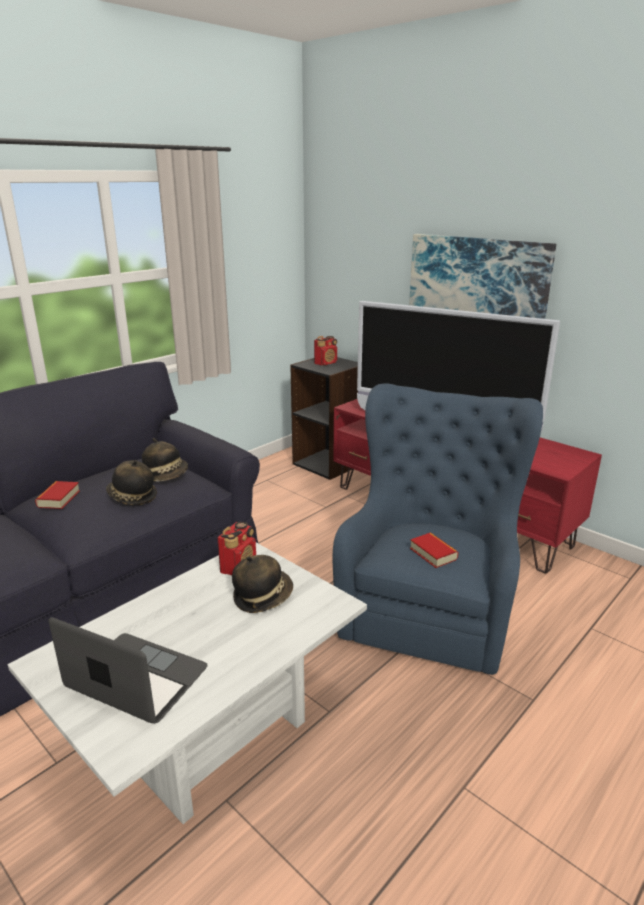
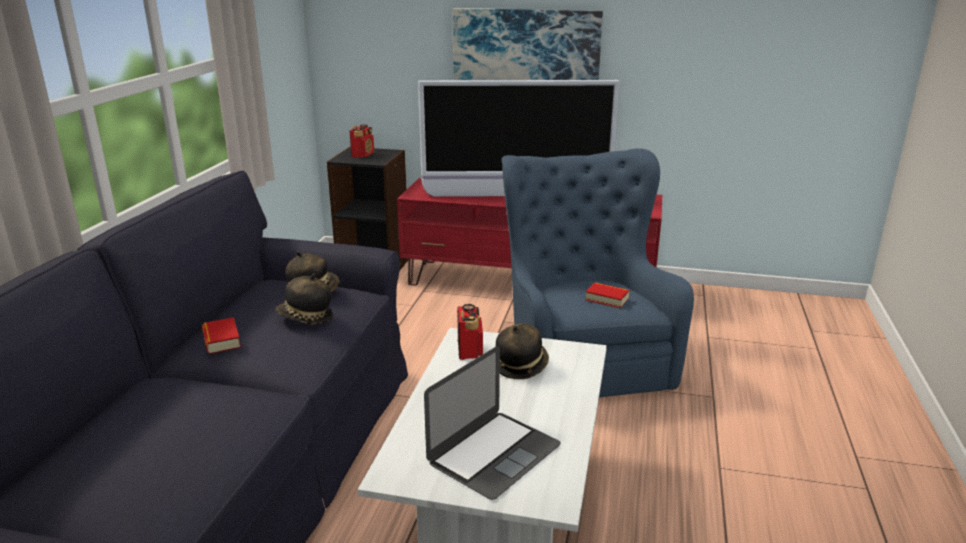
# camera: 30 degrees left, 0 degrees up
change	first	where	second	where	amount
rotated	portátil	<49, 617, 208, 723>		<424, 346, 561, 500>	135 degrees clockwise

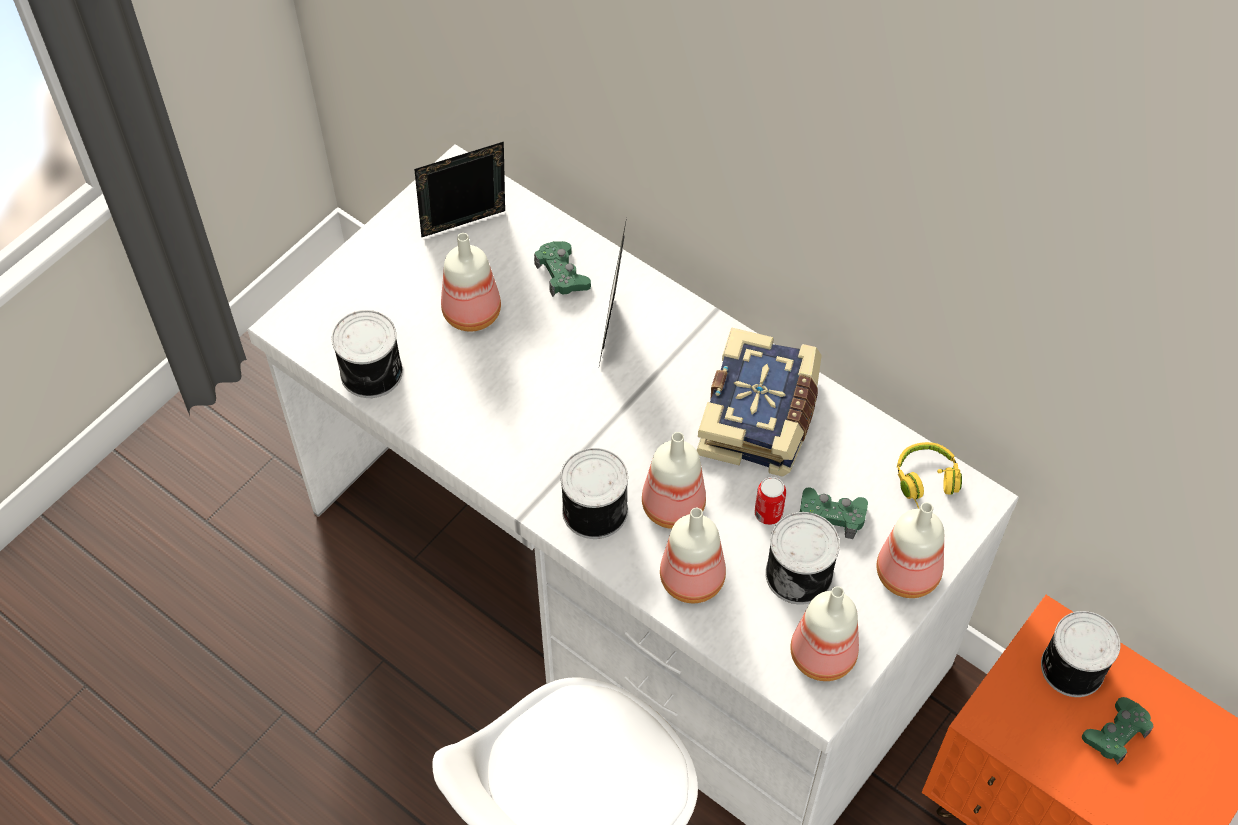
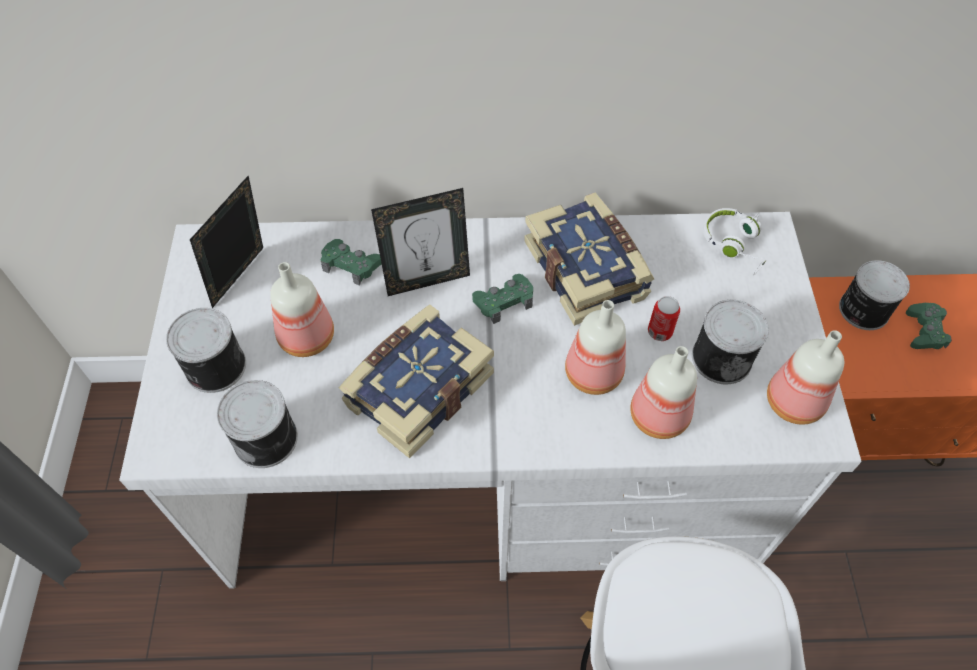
# camera: 40 degrees left, 0 degrees up
change	first	where	second	where	amount
shifted	lata	<560, 448, 628, 539>		<166, 308, 246, 393>	
new			libro	<338, 304, 494, 459>	
rotated	portarretratos	<599, 218, 627, 365>		<371, 188, 470, 296>	75 degrees counterclockwise
shifted	mando de consola/verde	<800, 487, 868, 539>		<472, 274, 533, 324>	
repainted	auriculares/amarillo	<897, 442, 962, 509>	auriculares/blanco	<703, 208, 766, 275>	
gone	botella	<877, 502, 944, 598>			

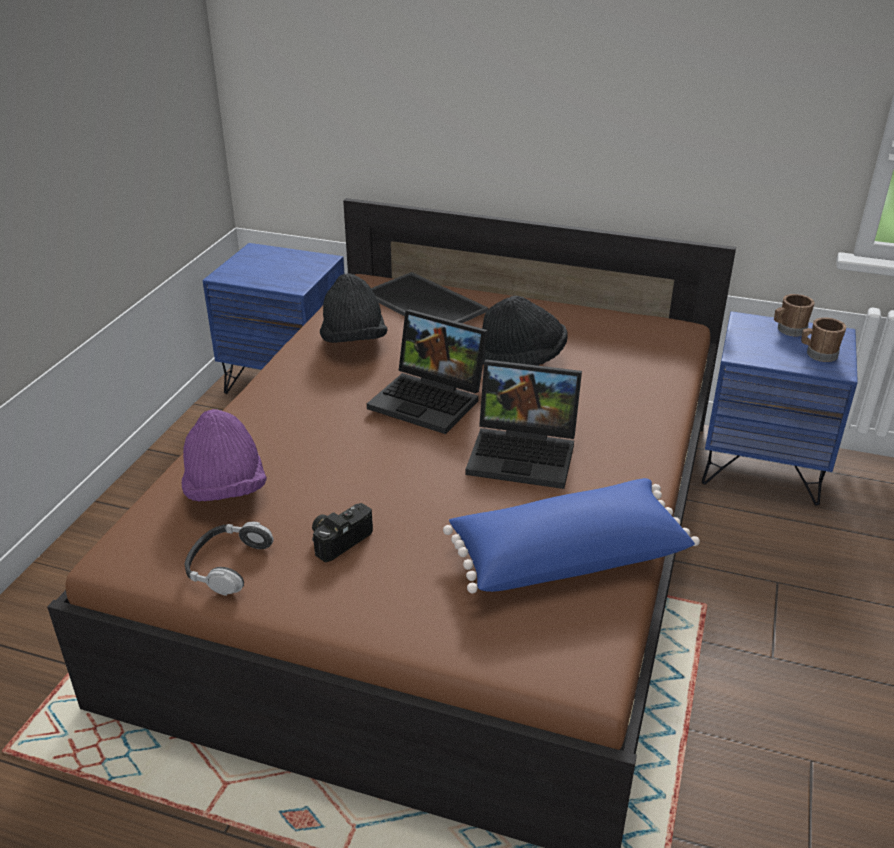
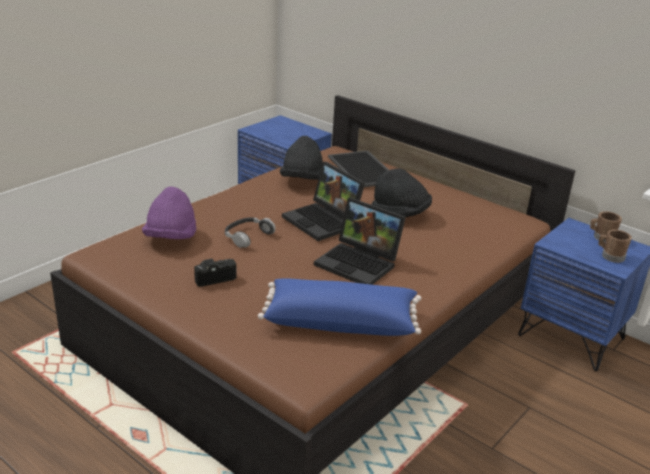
# camera: 20 degrees right, 5 degrees down
change	first	where	second	where	amount
shifted	auriculares	<185, 521, 274, 596>		<225, 217, 276, 248>	

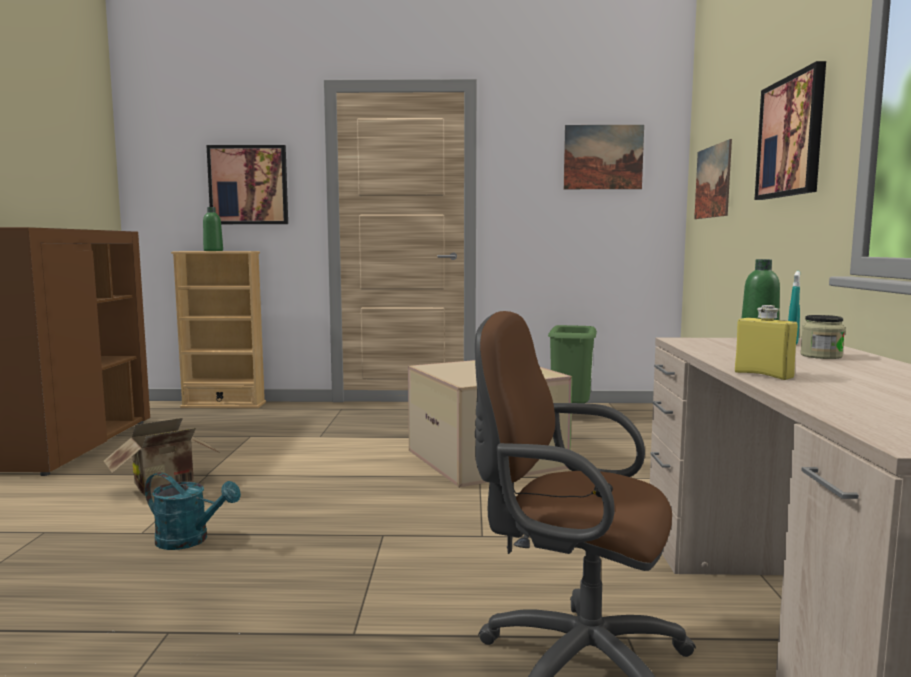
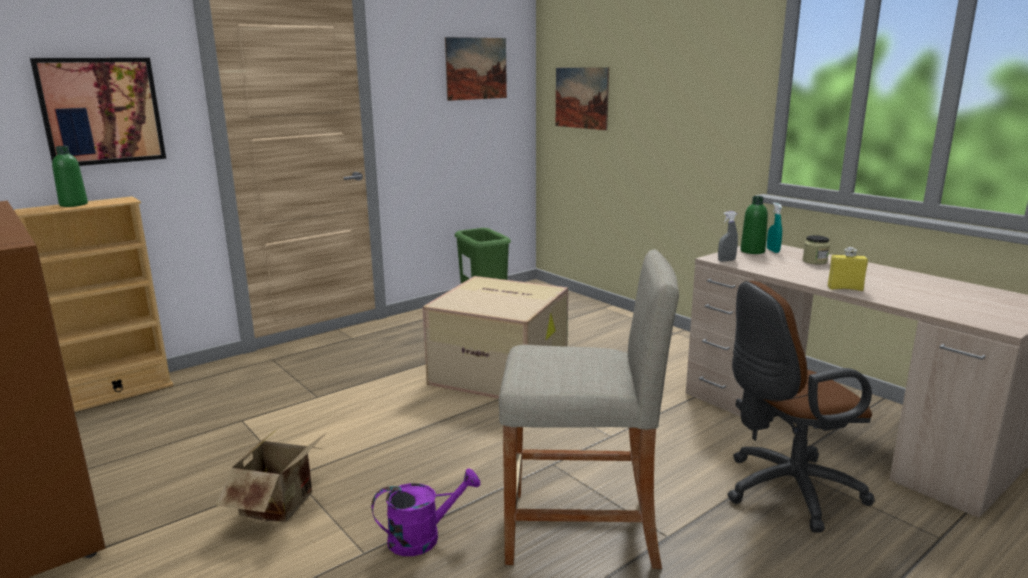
# camera: 40 degrees left, 10 degrees up
change	first	where	second	where	amount
repainted	regadera/turquesa	<145, 472, 241, 550>	regadera/morado	<372, 468, 480, 556>	
new			taburete/beis	<499, 249, 679, 569>	
new			pulverizador/gris	<718, 211, 738, 262>	
gone	cuadro	<755, 61, 826, 200>			

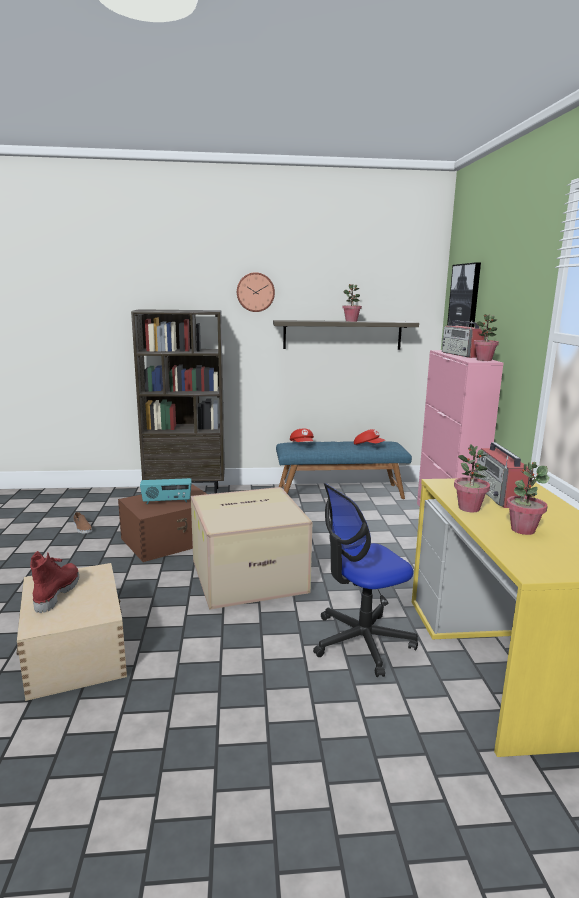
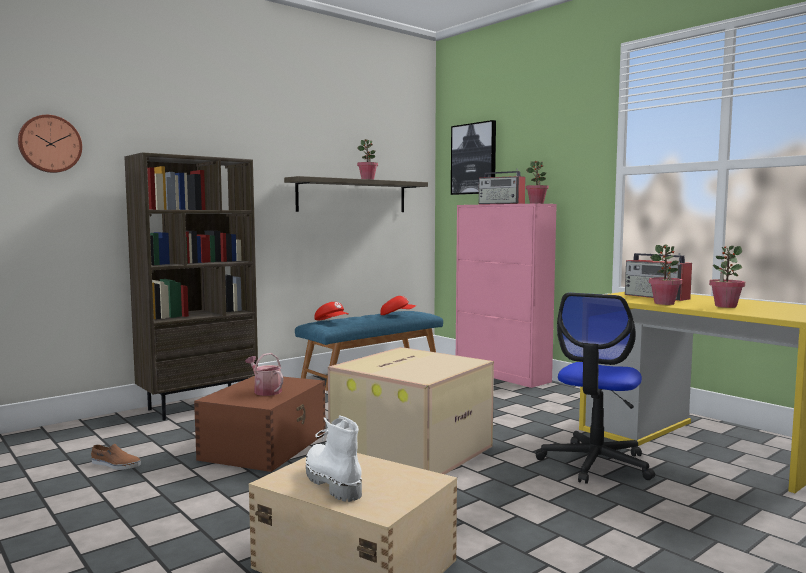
# camera: 35 degrees left, 10 degrees down
change	first	where	second	where	amount
shifted	reloj de pared	<237, 272, 275, 312>		<18, 115, 82, 173>	
swapped	radio	<140, 478, 192, 504>	regadera	<245, 353, 283, 396>	
repainted	bota/rojo	<30, 551, 79, 613>	bota/blanco	<306, 415, 362, 502>	

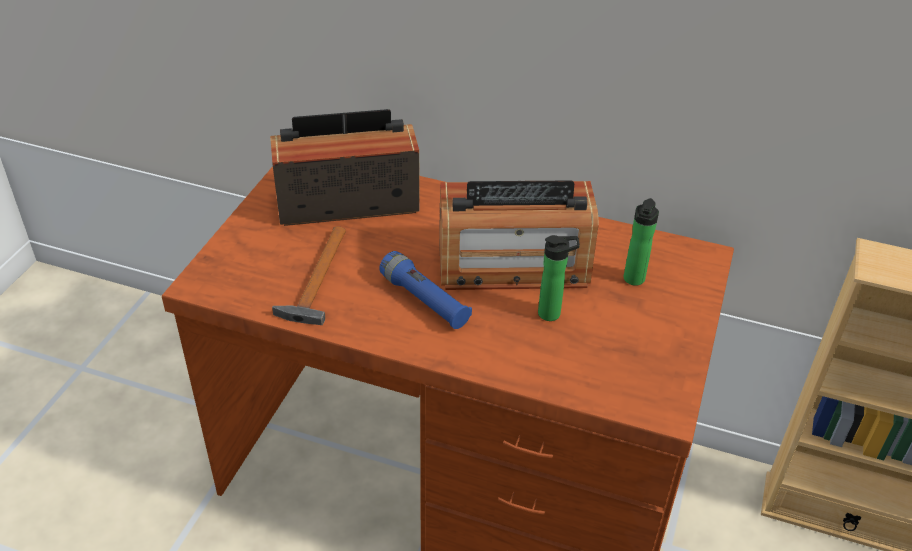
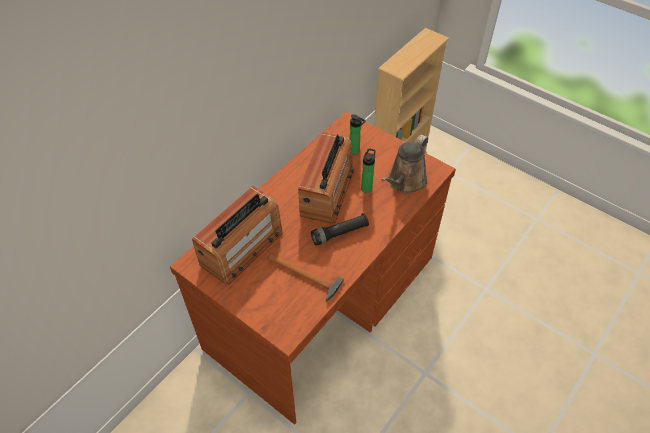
# camera: 70 degrees left, 10 degrees up
change	first	where	second	where	amount
rotated	radio	<270, 109, 420, 226>		<192, 186, 283, 285>	150 degrees counterclockwise
repainted	linterna/azul	<379, 251, 472, 329>	linterna/negro	<311, 213, 369, 245>	
new			regadera/marrón	<381, 135, 428, 194>	

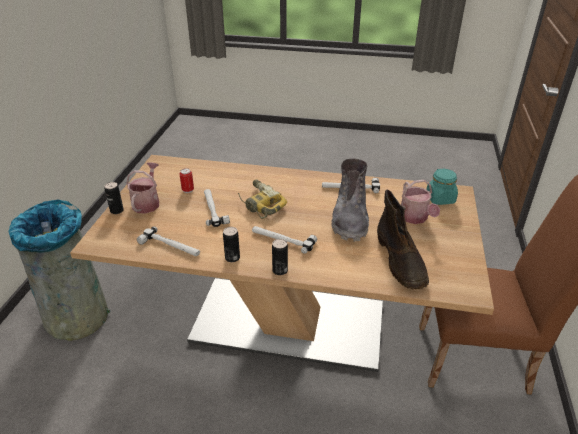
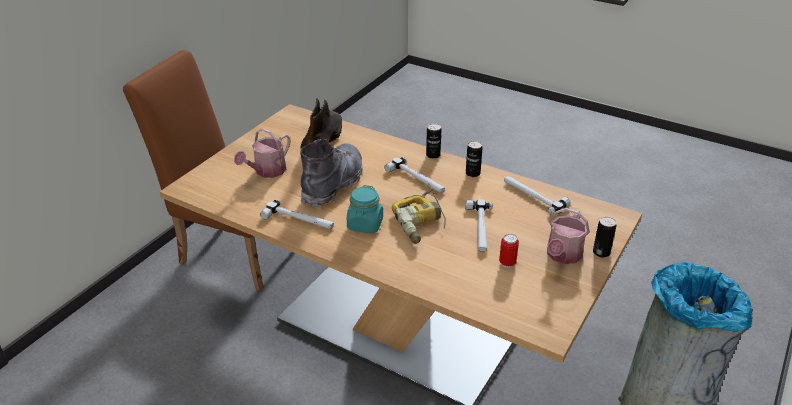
# camera: 160 degrees left, 0 degrees up
change	first	where	second	where	amount
rotated	regadera	<401, 179, 440, 224>		<234, 128, 290, 178>	150 degrees counterclockwise
shifted	tarro/turquesa	<426, 169, 458, 205>		<347, 185, 383, 233>	

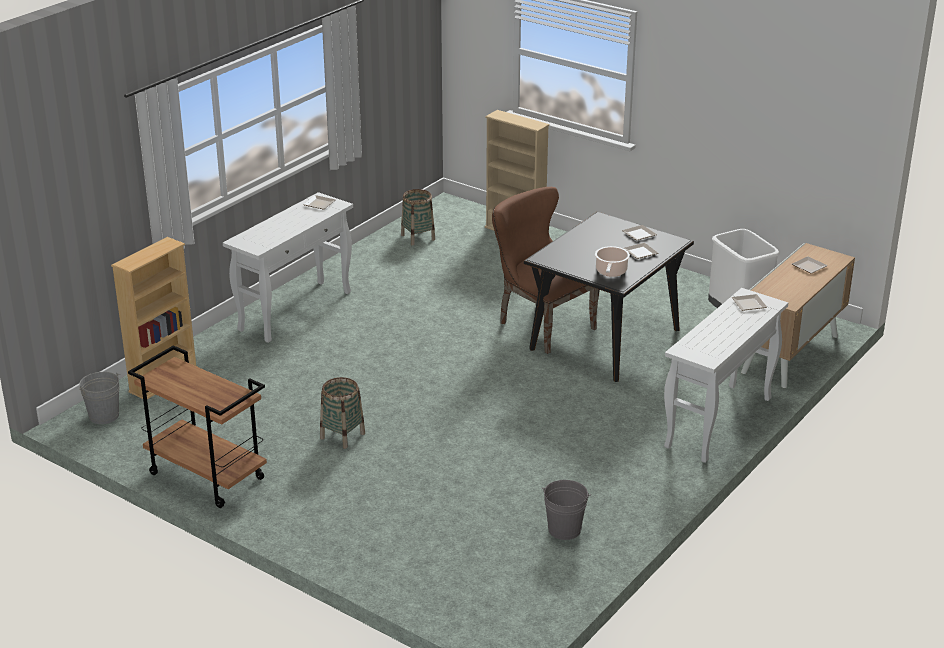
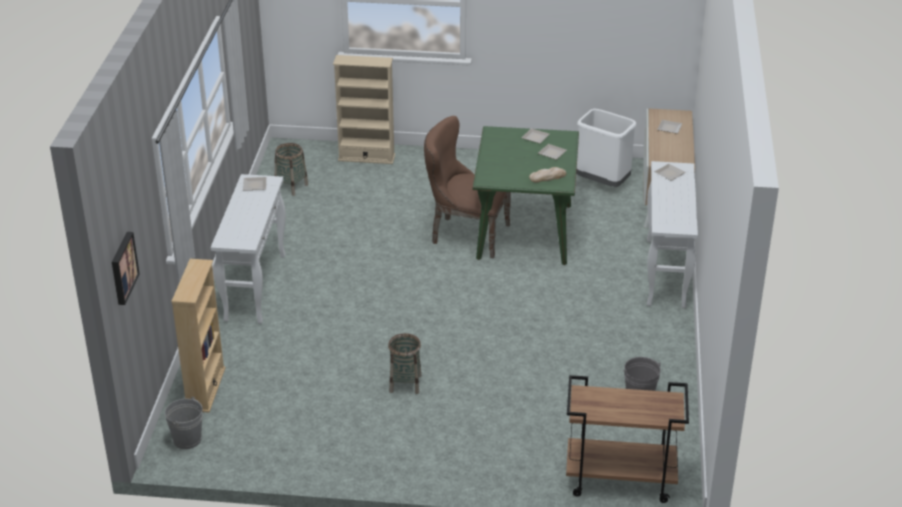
# camera: 30 degrees left, 5 degrees up
change	first	where	second	where	amount
new			cuadro	<112, 232, 140, 305>	
repainted	mesa de comedor/negro	<524, 212, 694, 382>	mesa de comedor/verde	<472, 126, 579, 265>	
swapped	olla	<595, 246, 630, 277>	pan	<529, 167, 566, 182>	
shifted	carrito/marrón	<128, 345, 267, 508>		<566, 375, 689, 503>	

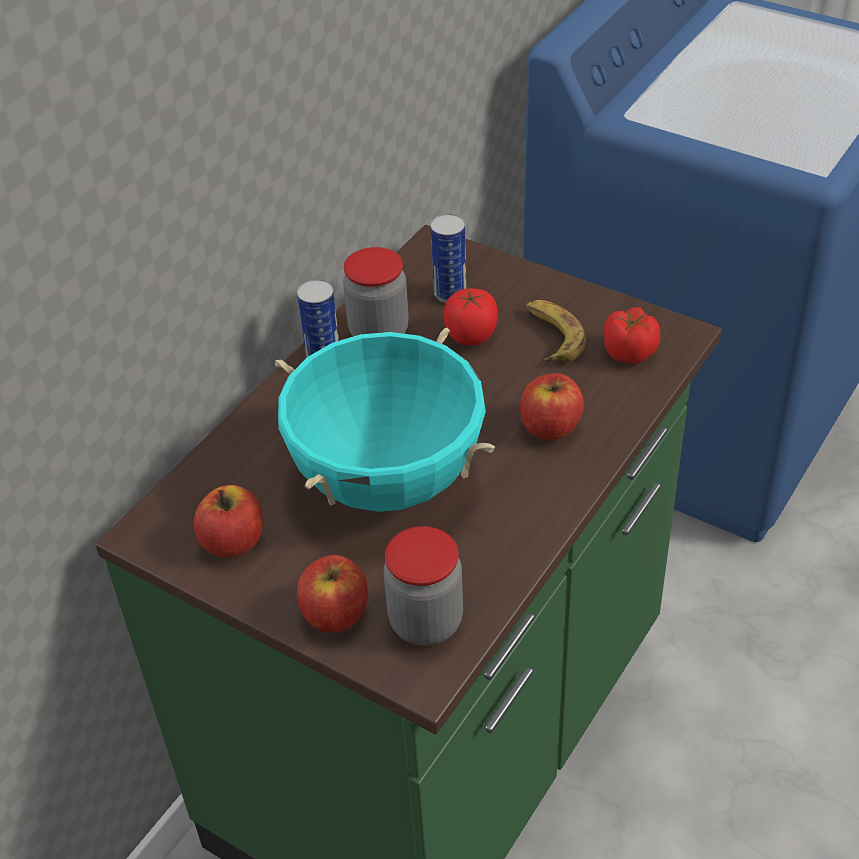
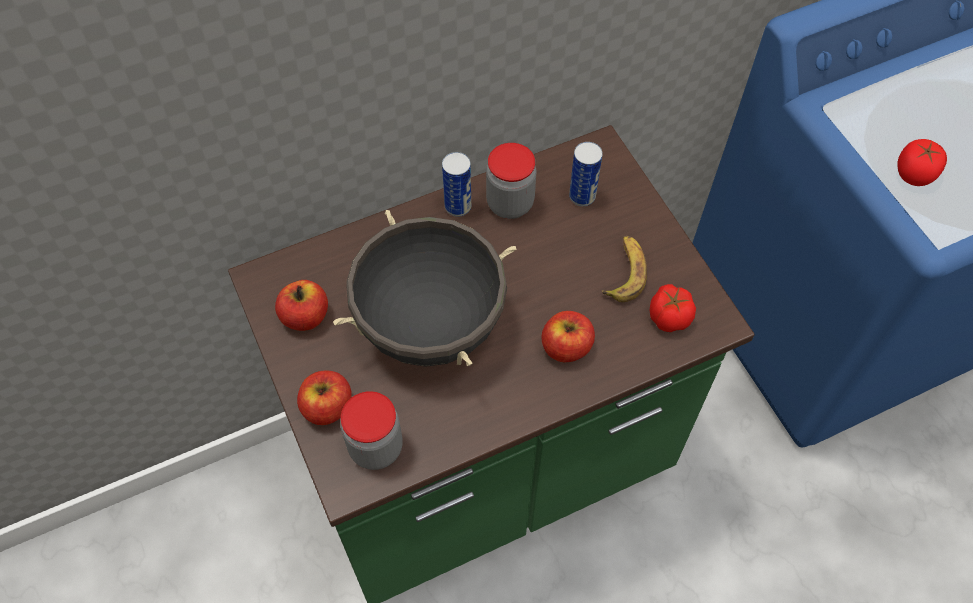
# camera: 30 degrees right, 15 degrees up
change	first	where	second	where	amount
repainted	olla/turquesa	<275, 328, 495, 512>	olla/negro	<333, 210, 517, 367>	
shifted	tomate	<444, 288, 498, 345>		<897, 139, 947, 186>	

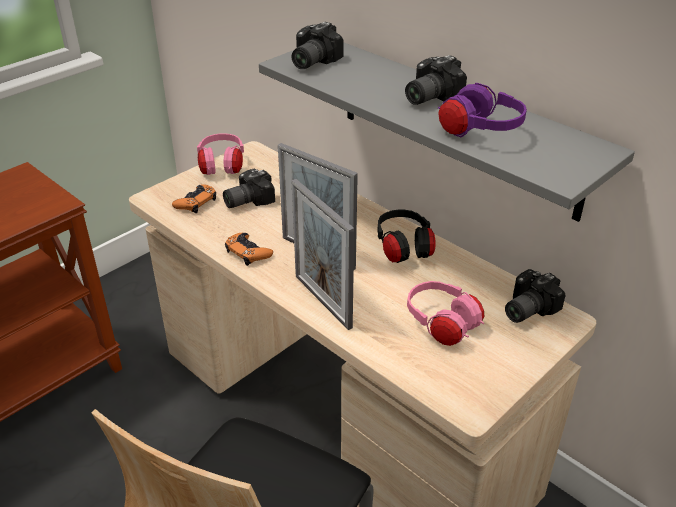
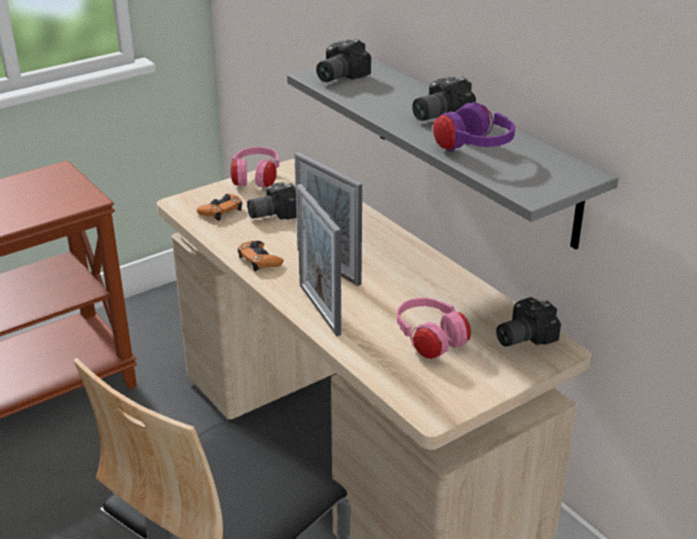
# camera: 10 degrees right, 5 degrees down
change	first	where	second	where	amount
gone	auriculares/negro	<377, 210, 436, 263>			

